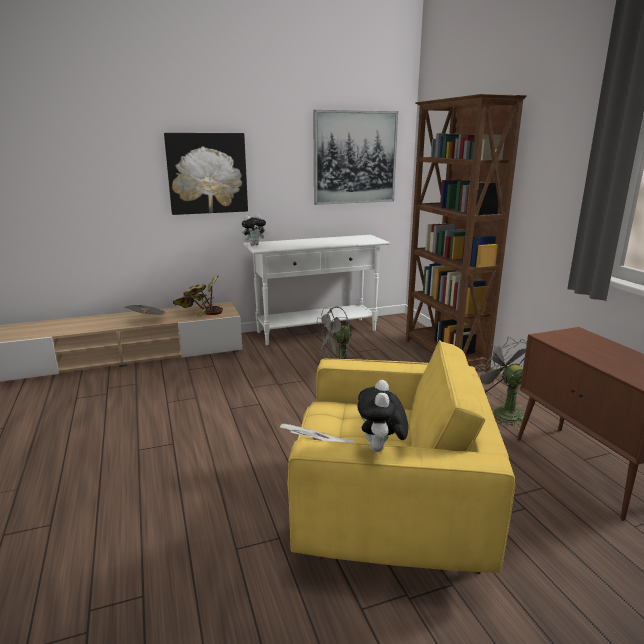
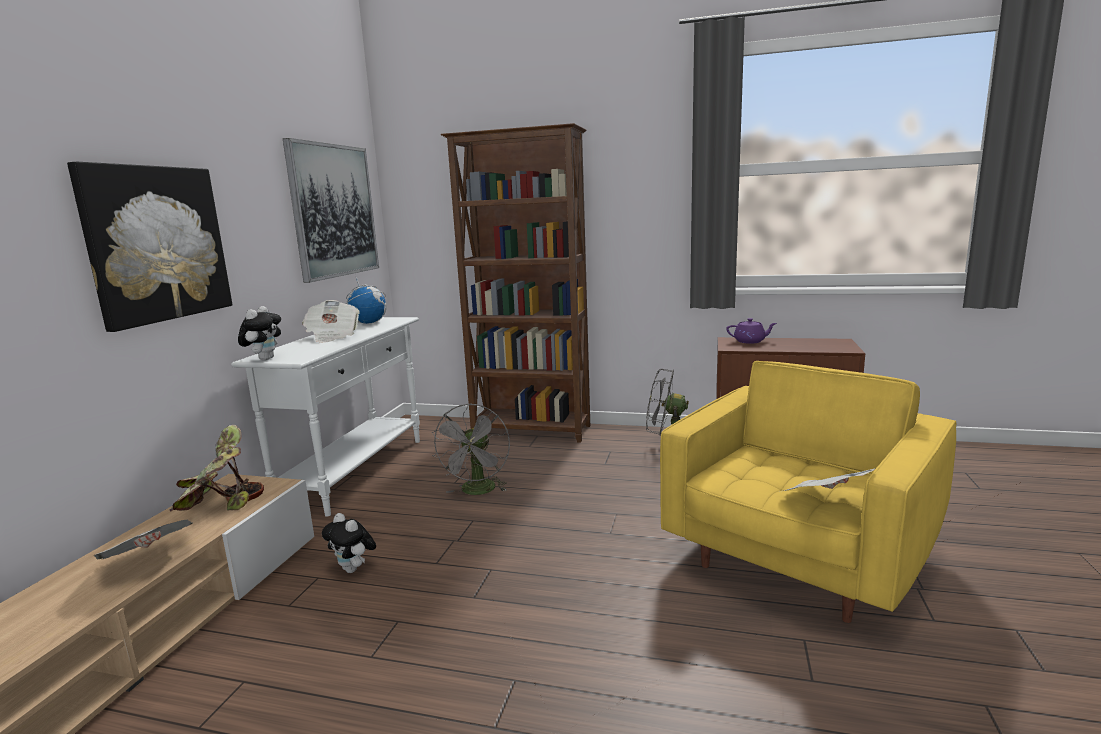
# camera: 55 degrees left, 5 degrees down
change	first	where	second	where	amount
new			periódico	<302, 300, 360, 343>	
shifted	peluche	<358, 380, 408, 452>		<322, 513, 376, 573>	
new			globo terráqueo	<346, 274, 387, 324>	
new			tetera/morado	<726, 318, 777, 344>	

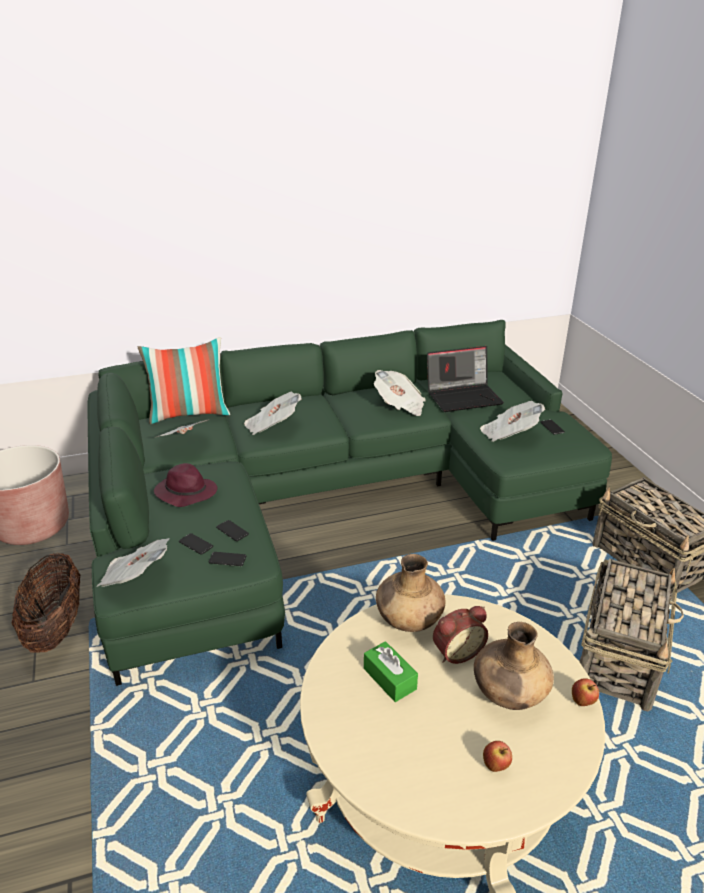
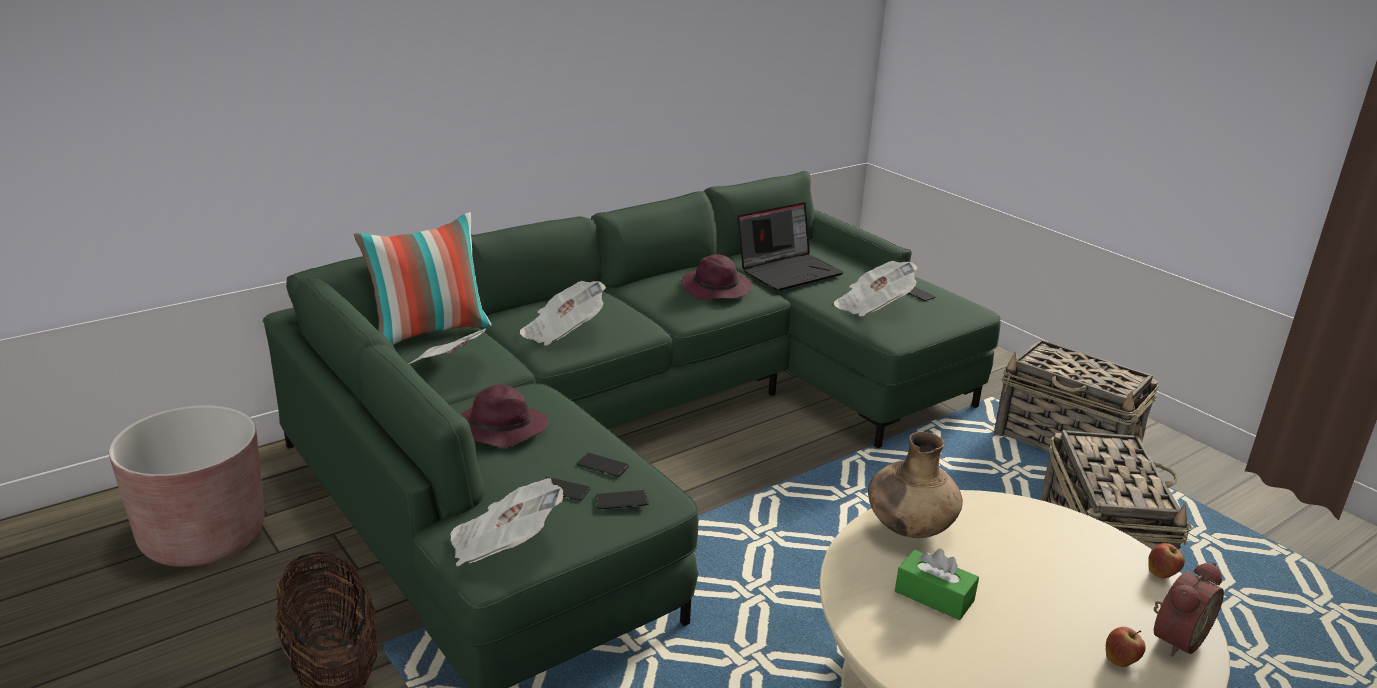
# camera: 20 degrees left, 5 degrees down
change	first	where	second	where	amount
swapped	periódico	<374, 370, 426, 416>	sombrero/morado	<681, 254, 752, 300>	
shifted	despertador	<433, 606, 488, 664>		<1154, 562, 1224, 657>	
gone	florero/marrón	<474, 622, 554, 710>			

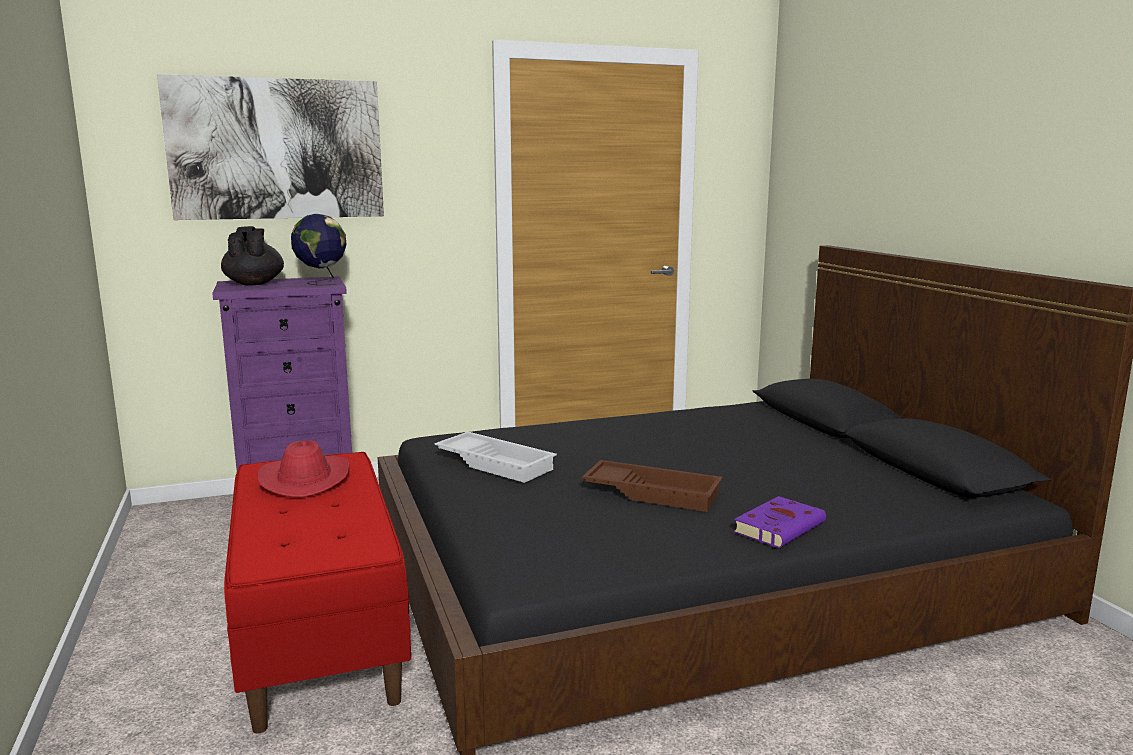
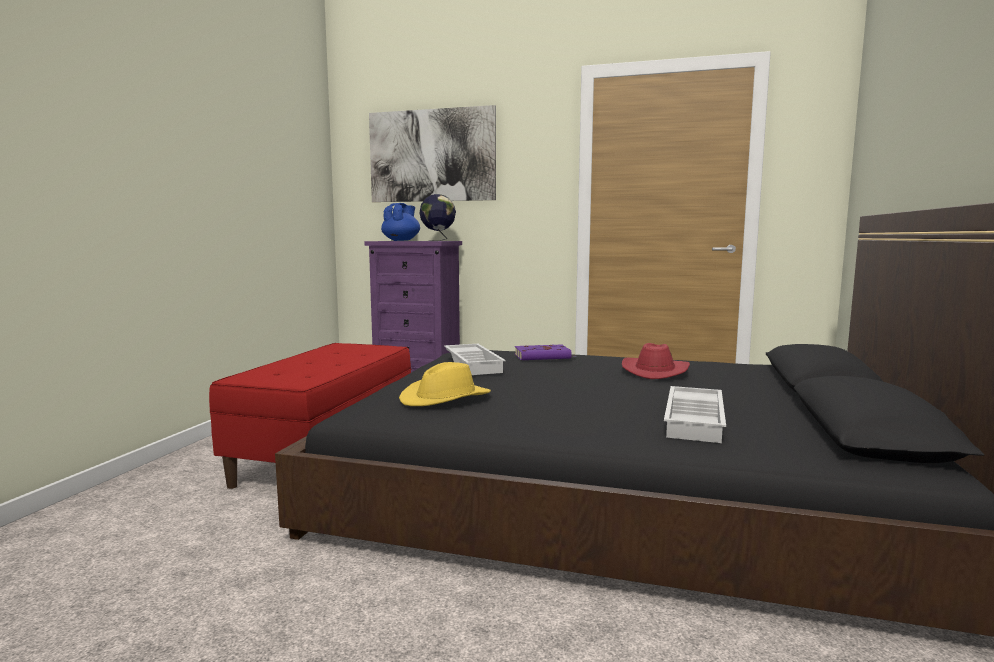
# camera: 35 degrees right, 5 degrees down
change	first	where	second	where	amount
repainted	tetera/negro	<221, 226, 284, 286>	tetera/azul	<381, 203, 420, 241>	
new			sombrero/amarillo	<399, 362, 491, 406>	
shifted	libro/morado	<733, 496, 826, 548>		<515, 345, 578, 360>	
shifted	sombrero/rojo	<258, 440, 350, 498>		<622, 343, 690, 379>	
new			bandeja/blanco	<664, 386, 726, 443>	
gone	bandeja/marrón	<582, 460, 723, 512>			

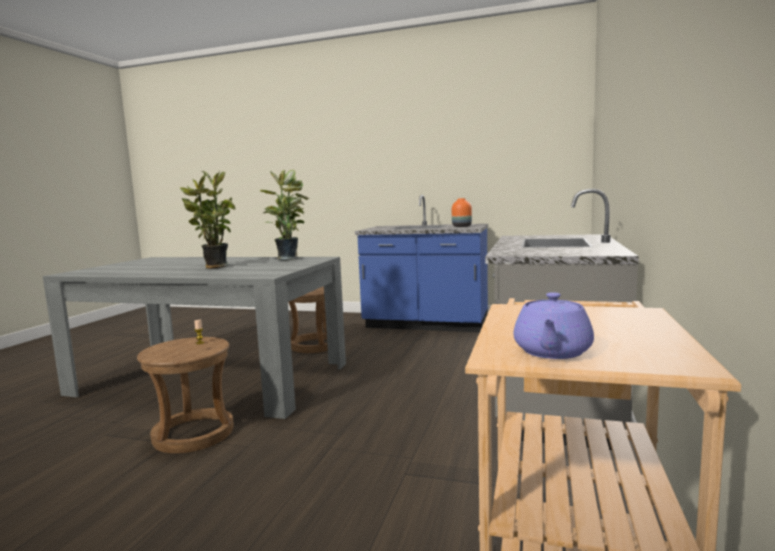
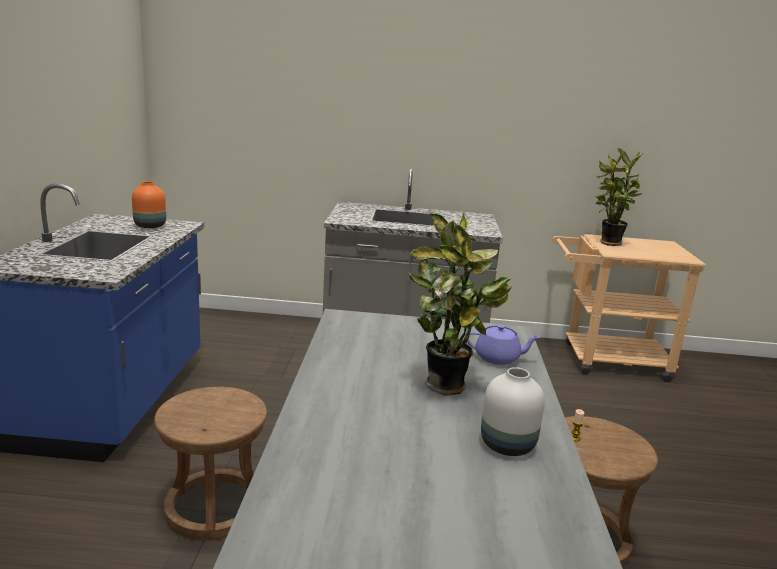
# camera: 105 degrees left, 10 degrees up
change	first	where	second	where	amount
shifted	tetera/morado	<513, 292, 594, 359>		<465, 324, 541, 365>	
new			florero/blanco	<481, 367, 545, 456>	
shifted	planta en maceta	<260, 170, 309, 260>		<595, 148, 643, 246>	

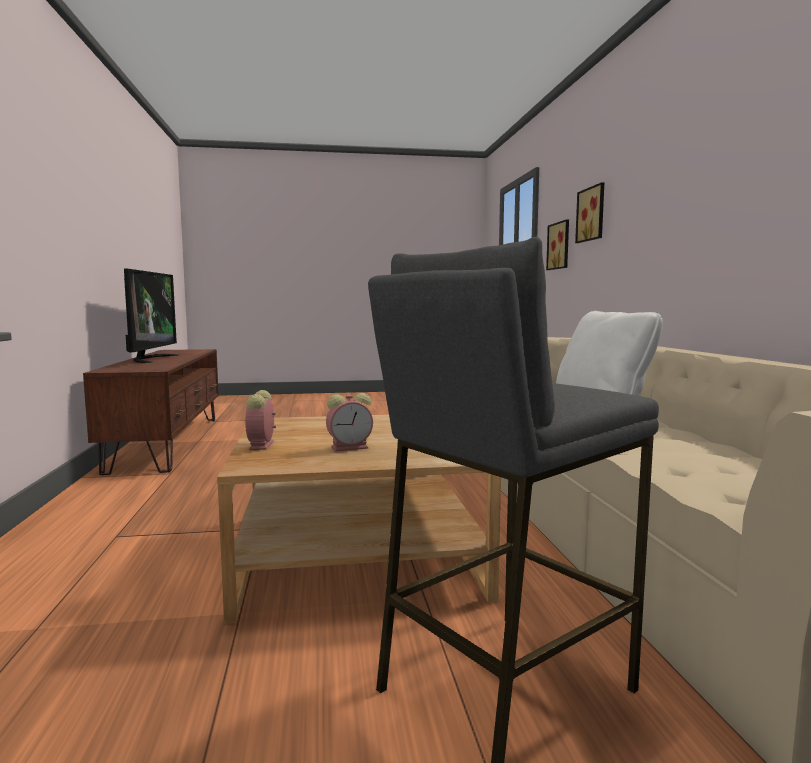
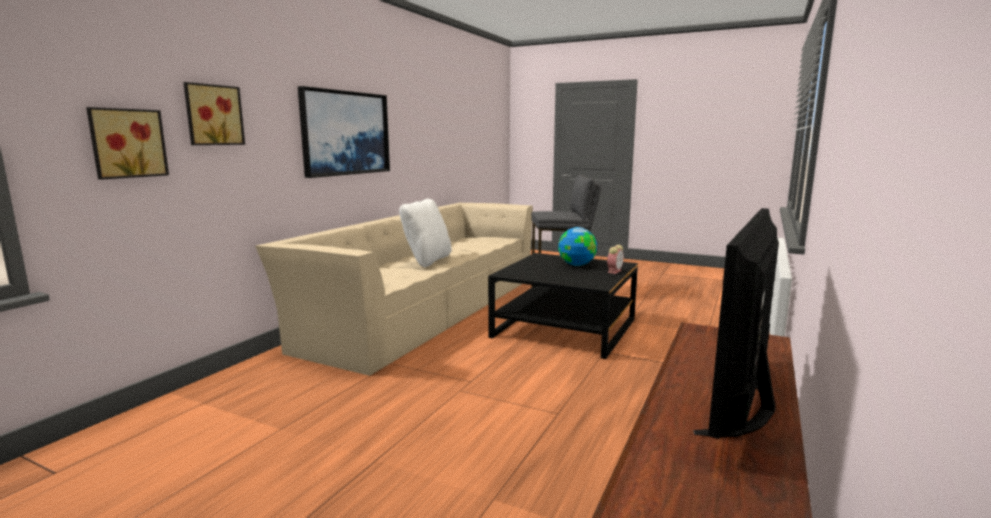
# camera: 145 degrees left, 5 degrees up
change	first	where	second	where	amount
new			cuadro	<298, 86, 390, 178>	
repainted	mesa de centro/beis	<217, 414, 501, 624>	mesa de centro/negro	<488, 253, 638, 359>	
swapped	despertador	<326, 393, 373, 452>	globo terráqueo	<558, 227, 597, 266>	

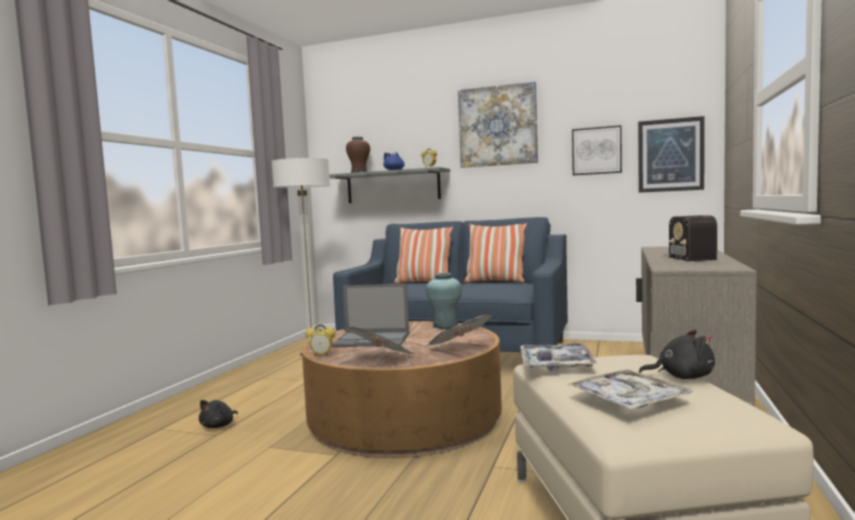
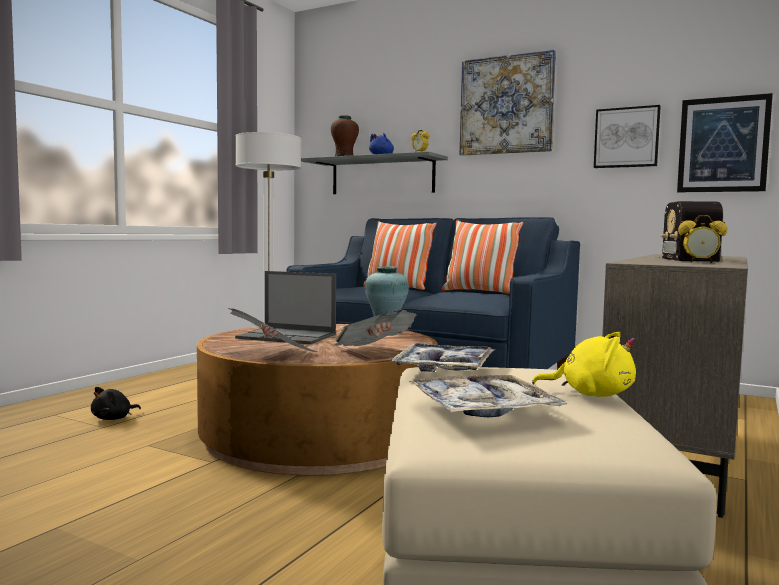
# camera: 10 degrees right, 0 degrees up
change	first	where	second	where	amount
repainted	peluche/negro	<639, 330, 715, 379>	peluche/amarillo	<532, 332, 636, 397>	
shifted	despertador	<305, 324, 336, 356>		<678, 215, 727, 263>	

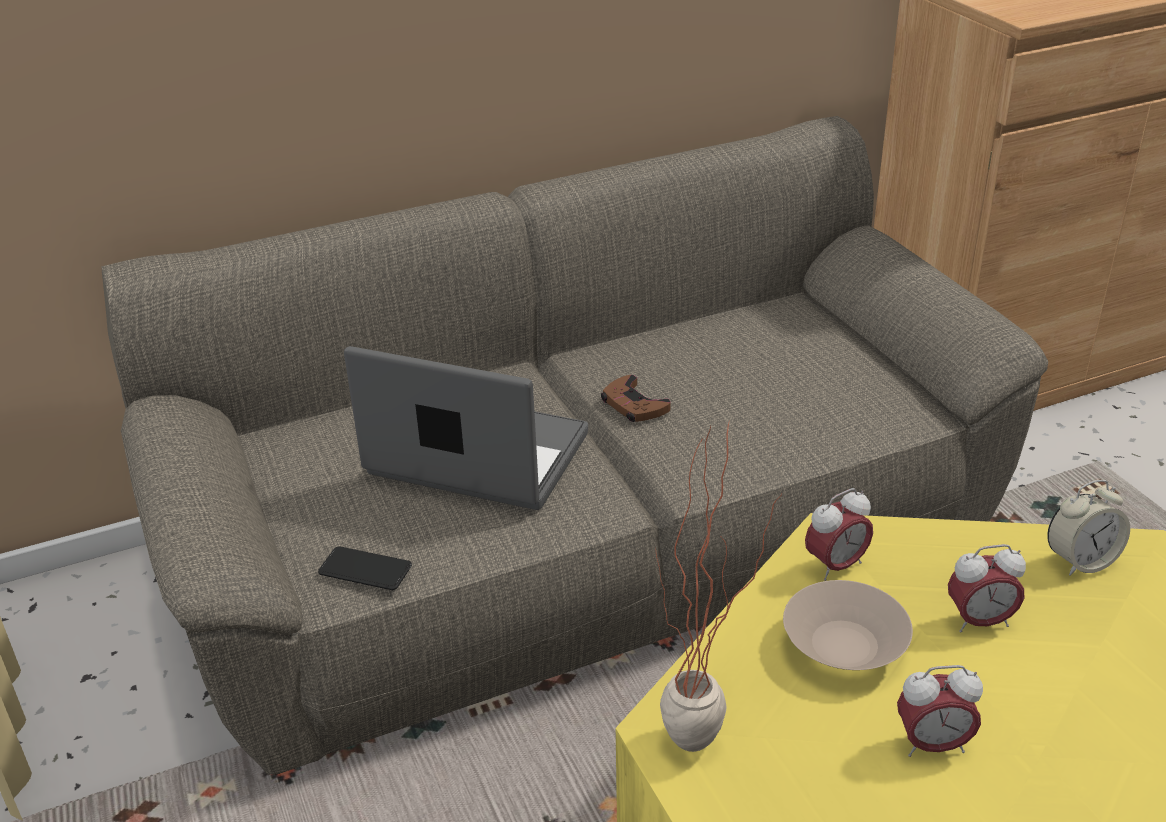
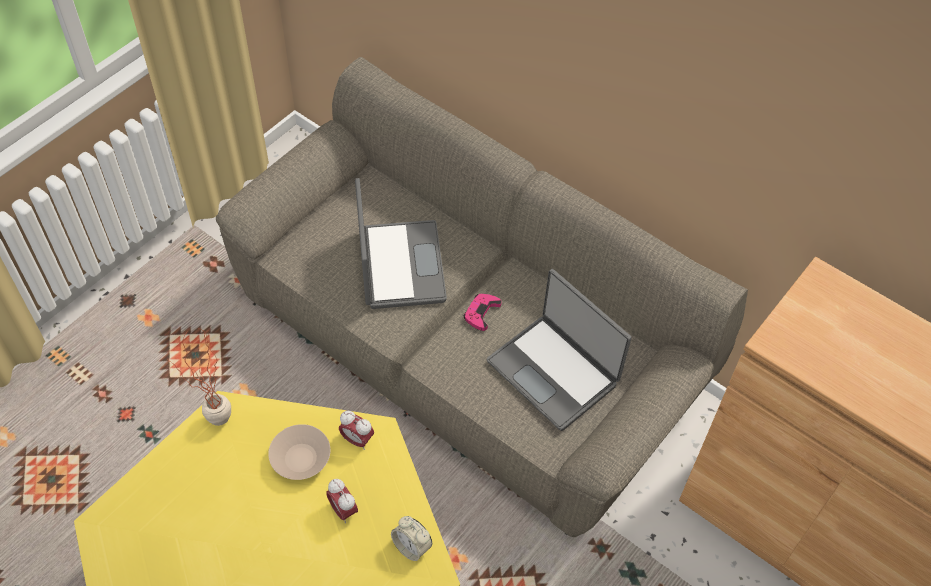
# camera: 60 degrees right, 20 degrees up
change	first	where	second	where	amount
repainted	mando de consola/marrón	<601, 375, 671, 422>	mando de consola/rosa	<464, 294, 502, 331>	
new			portátil	<487, 269, 632, 431>	
gone	móvil	<318, 546, 412, 590>			
gone	despertador	<897, 665, 983, 757>			

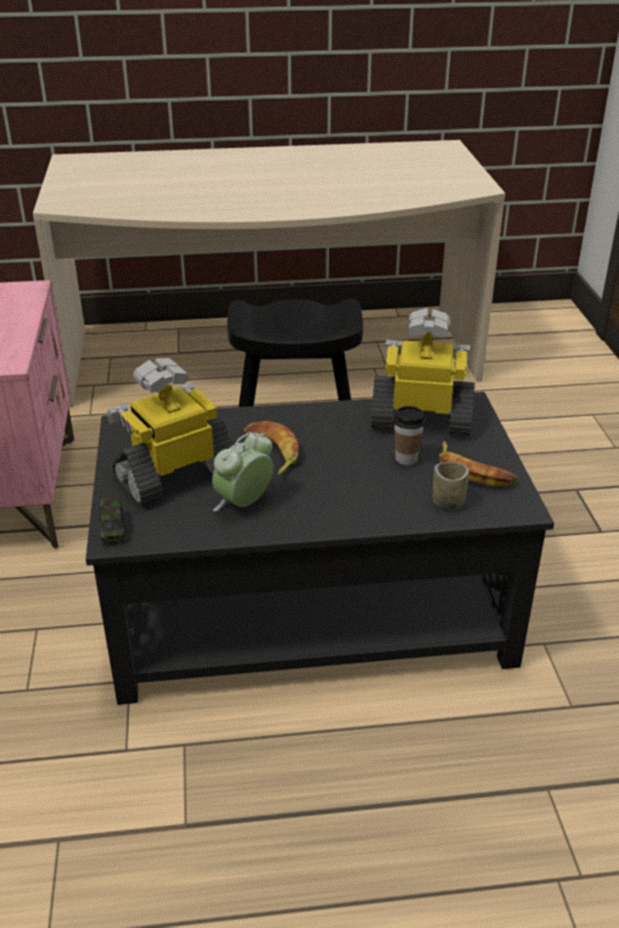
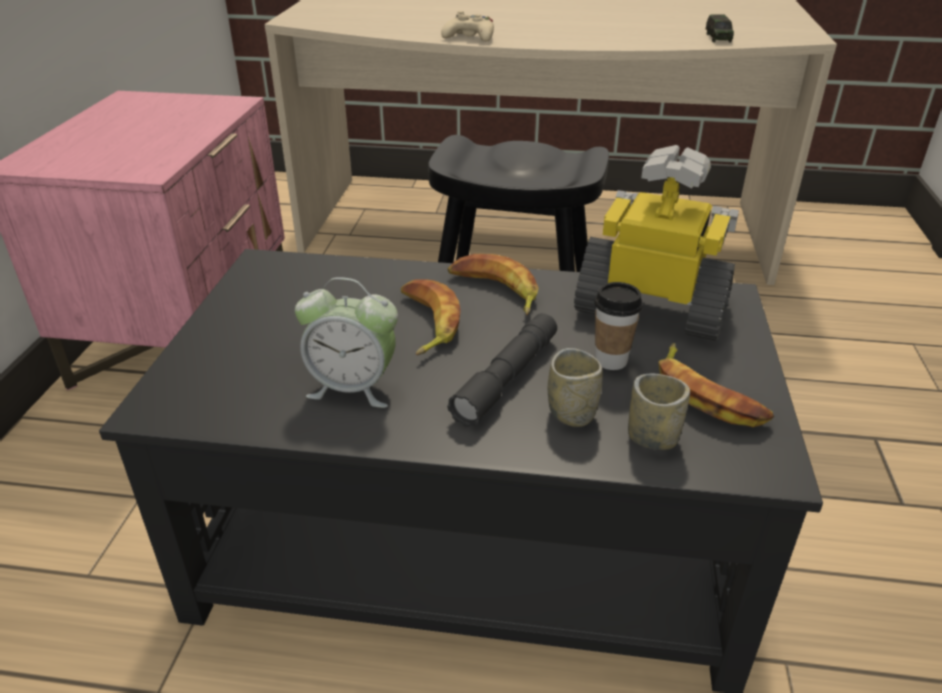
# camera: 15 degrees right, 0 degrees up
change	first	where	second	where	amount
rotated	despertador	<212, 432, 273, 511>		<295, 277, 398, 408>	135 degrees counterclockwise
new			mando de consola/beis	<441, 11, 494, 42>	
new			plátano	<447, 254, 539, 315>	
new			linterna/gris	<447, 313, 557, 427>	
new			taza	<548, 348, 603, 427>	
shifted	coche de juguete	<100, 497, 125, 544>		<705, 14, 734, 43>	
gone	robot de juguete	<107, 358, 233, 505>			

